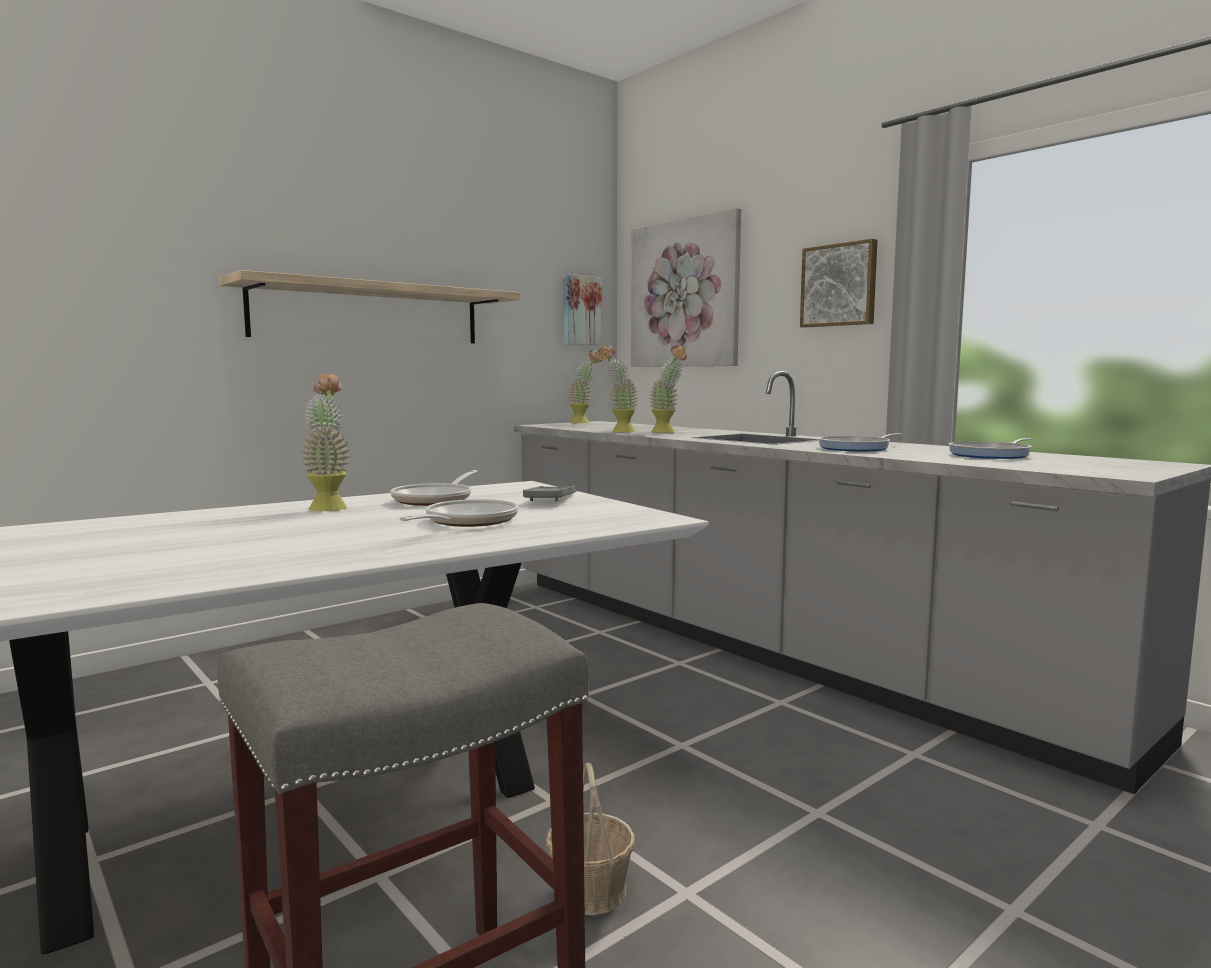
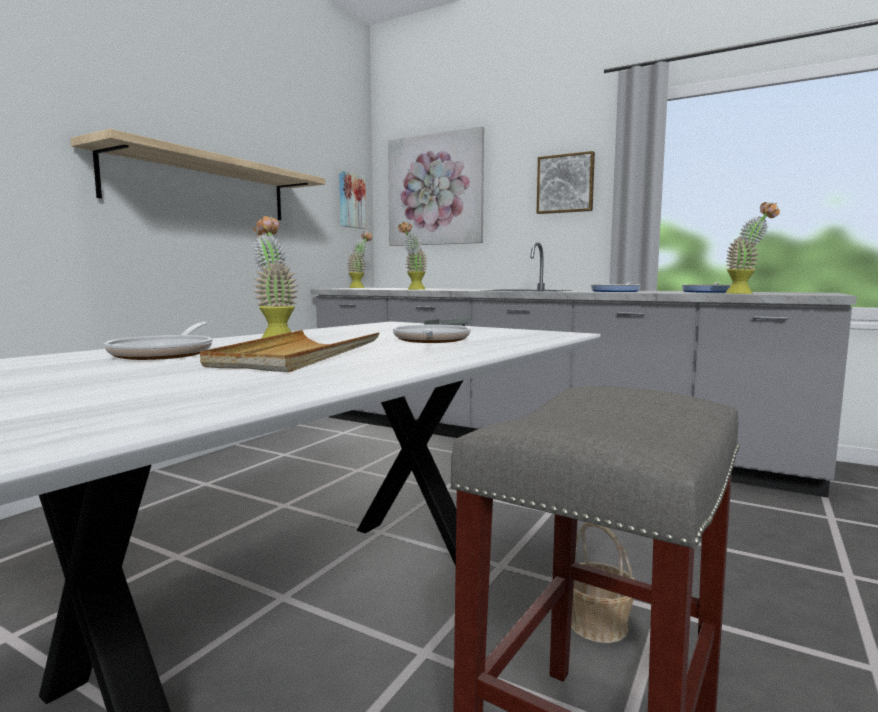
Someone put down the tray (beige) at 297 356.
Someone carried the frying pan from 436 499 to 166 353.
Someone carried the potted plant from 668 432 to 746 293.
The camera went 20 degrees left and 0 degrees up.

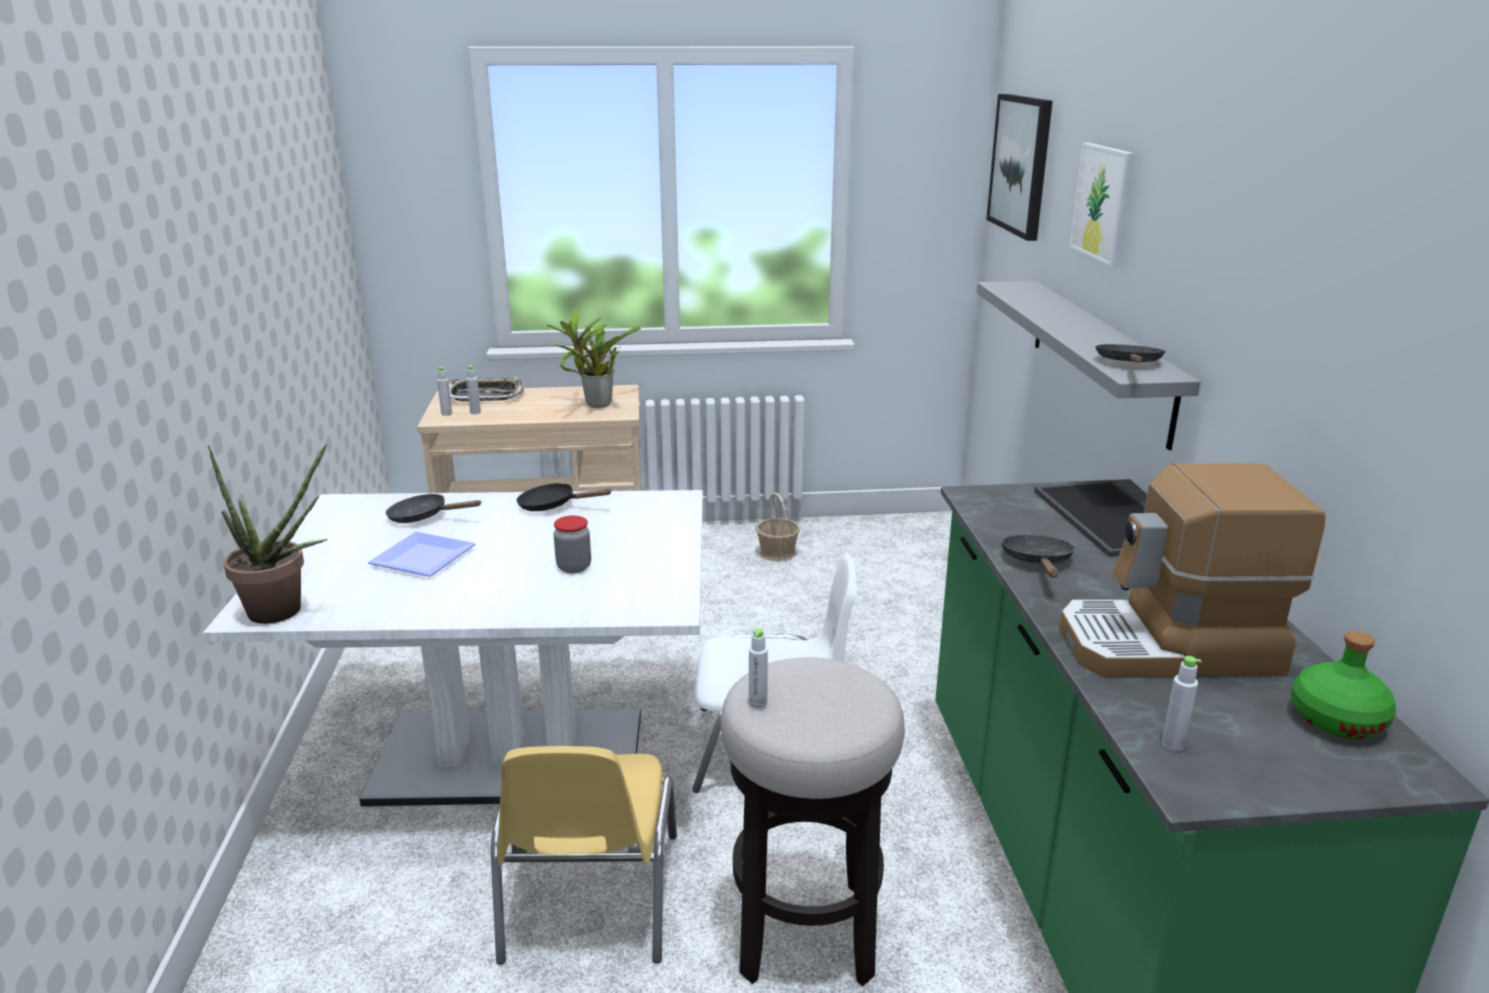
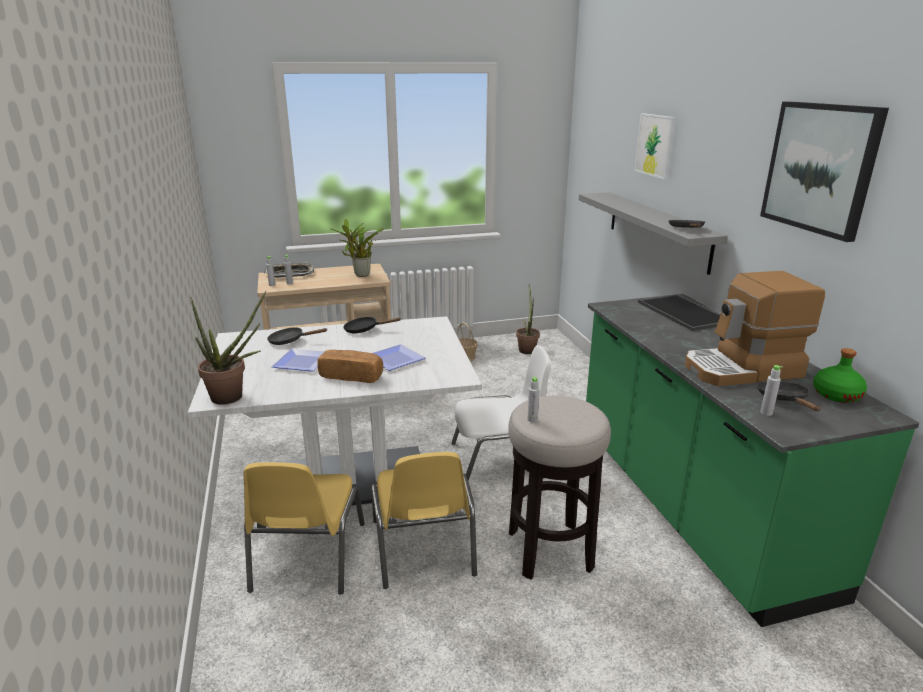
Someone put down the chair (yellow) at 307 557.
Someone put down the bread at 351 376.
Someone put down the potted plant at 527 349.
Someone carried the picture from 1021 164 to 820 168.
Someone carried the frying pan (black) from 1038 562 to 784 399.
Someone swapped the jar at 574 567 for the plate at 395 360.
The camera went 10 degrees left and 0 degrees up.

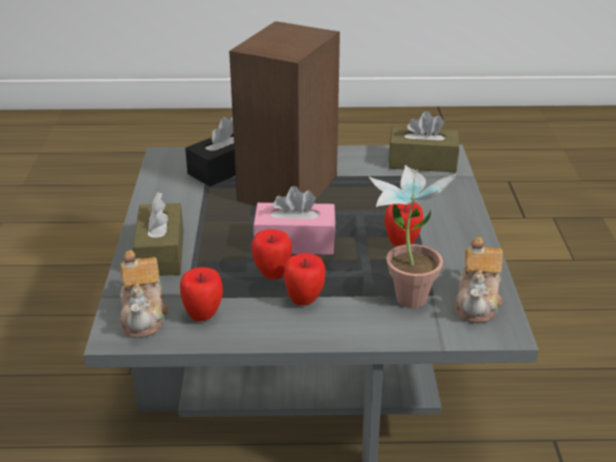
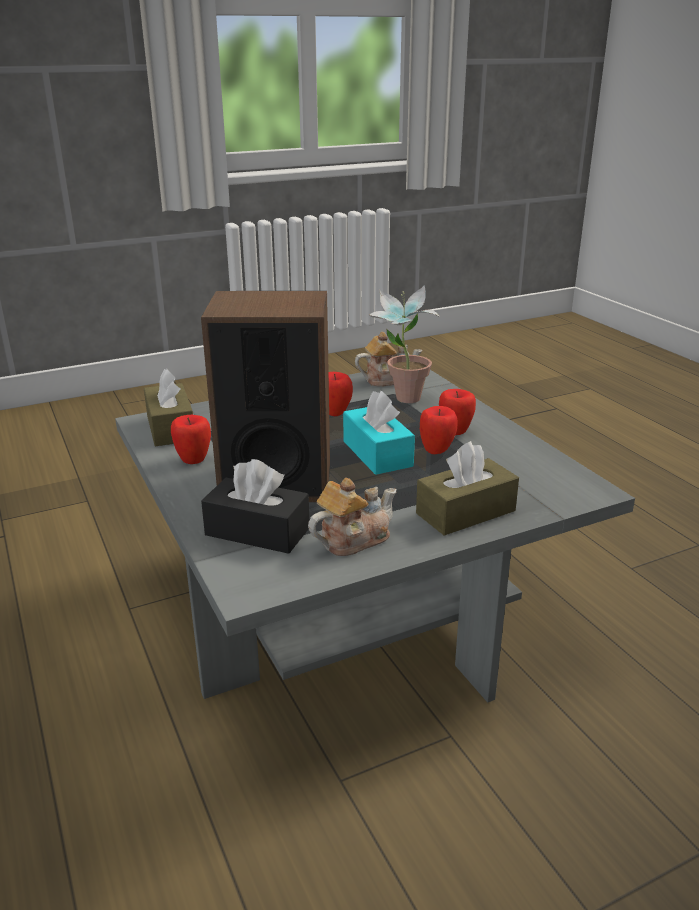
Someone carried the teapot from 144 315 to 352 539.
Someone carried the apple from 203 316 to 193 460.
Someone repainted the tissue box (pink) at 295 242, which became the tissue box (turquoise) at 377 453.
The camera went 115 degrees left and 5 degrees down.

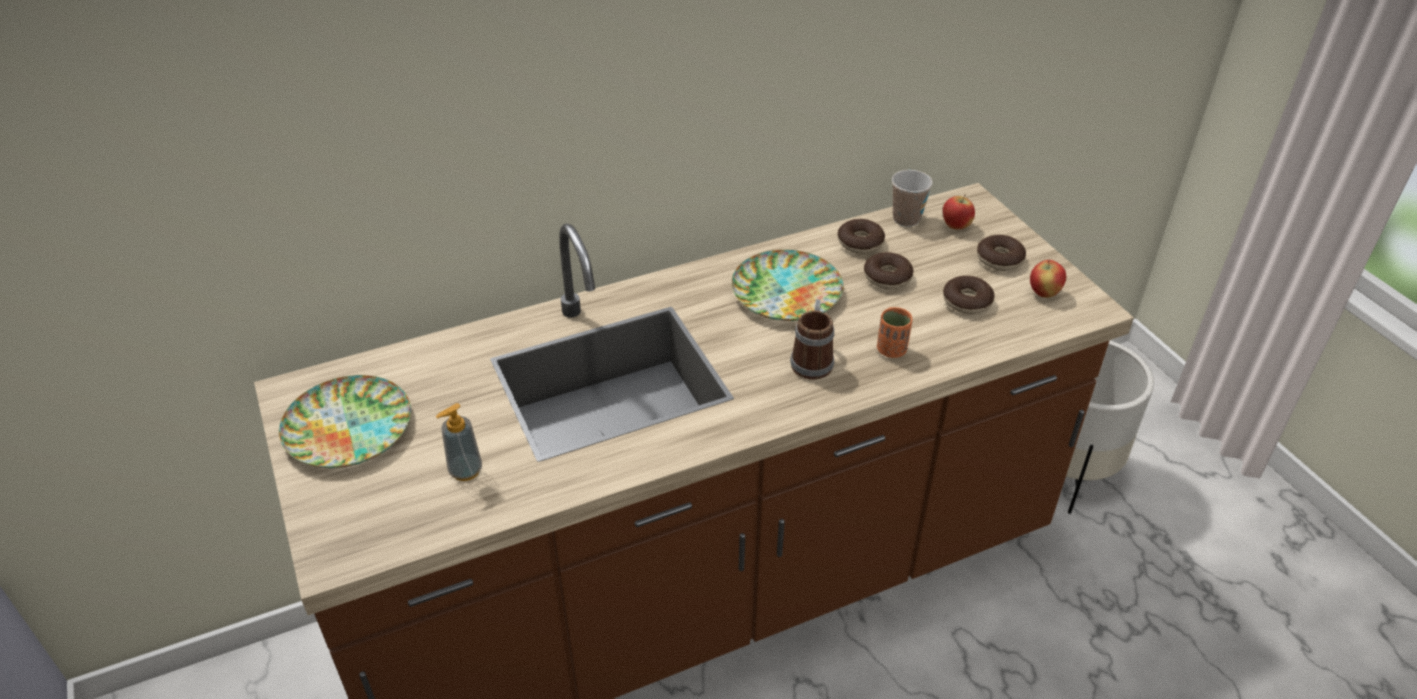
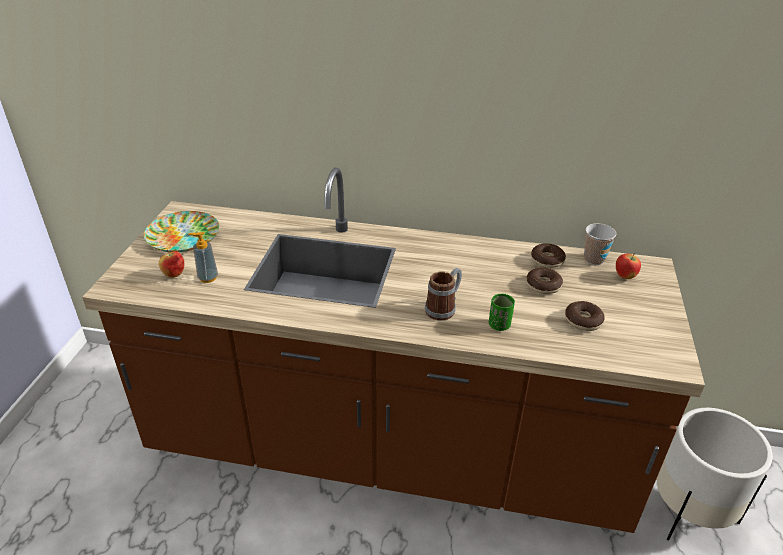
Someone took away the plate at 785 292.
Someone took away the donut at 999 259.
Someone carried the apple from 1044 293 to 174 275.
Someone repainted the cup (orange) at 891 350, which became the cup (green) at 499 325.
The camera went 35 degrees right and 5 degrees down.

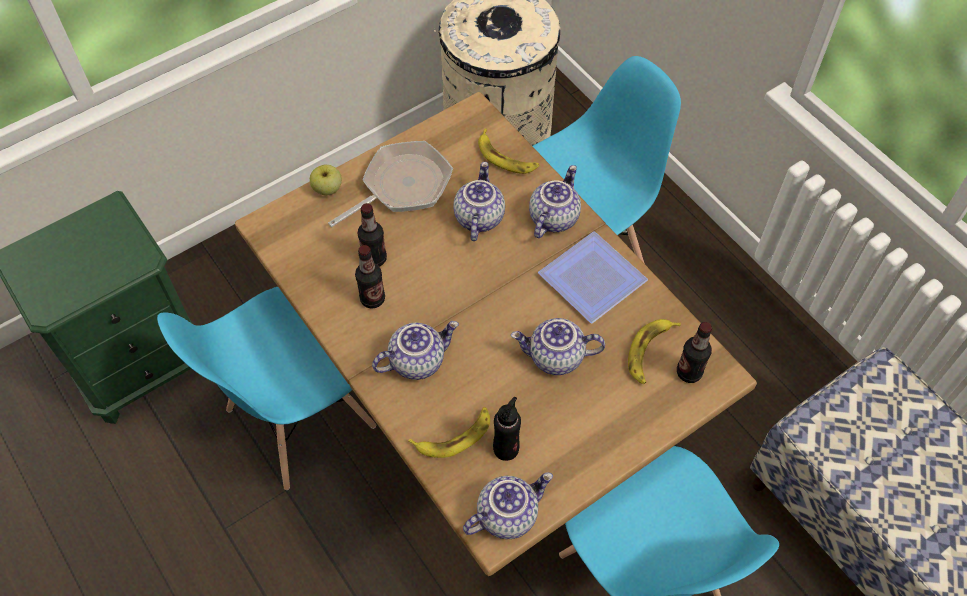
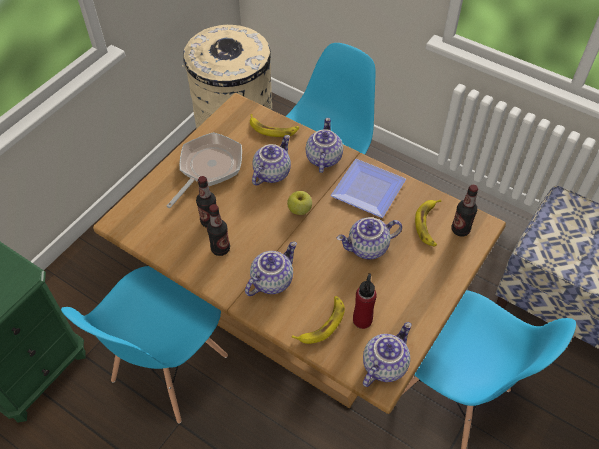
Someone carried the apple from 327 189 to 300 210.
Someone repainted the bottle (black) at 506 448, which became the bottle (red) at 362 320.
Someone rotated the teapot at 478 217 by 45 degrees clockwise.
The camera went 20 degrees left and 5 degrees down.

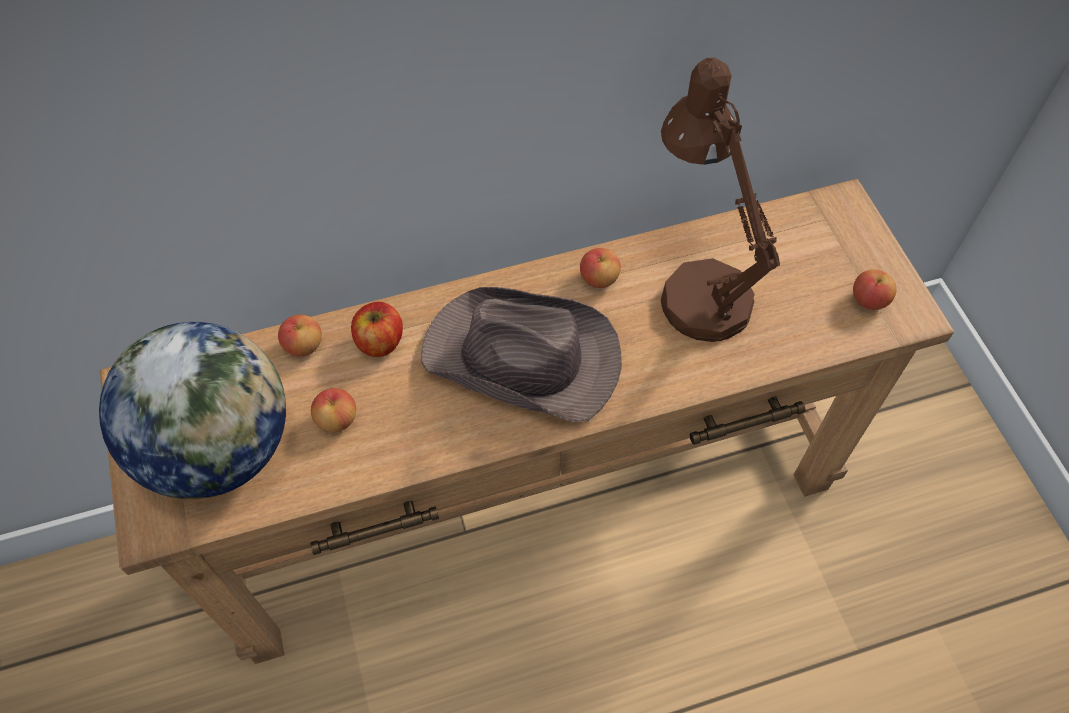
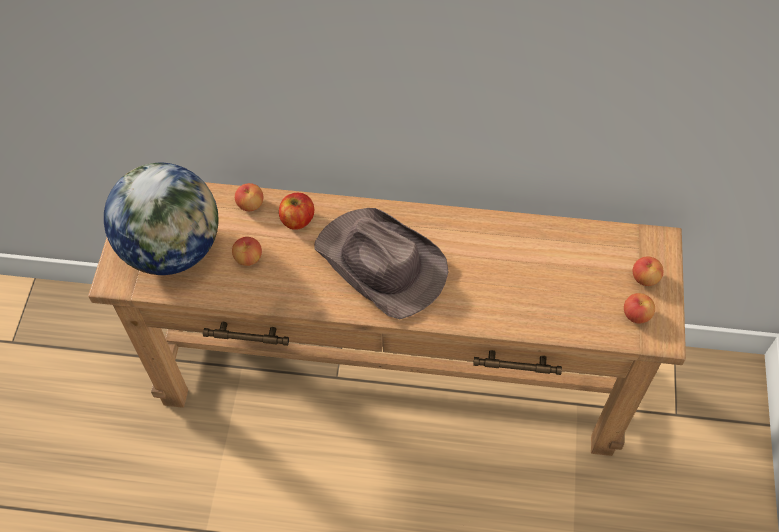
Someone took away the table lamp (brown) at 697 287.
Someone carried the apple from 599 278 to 644 278.
The camera went 25 degrees right and 0 degrees up.

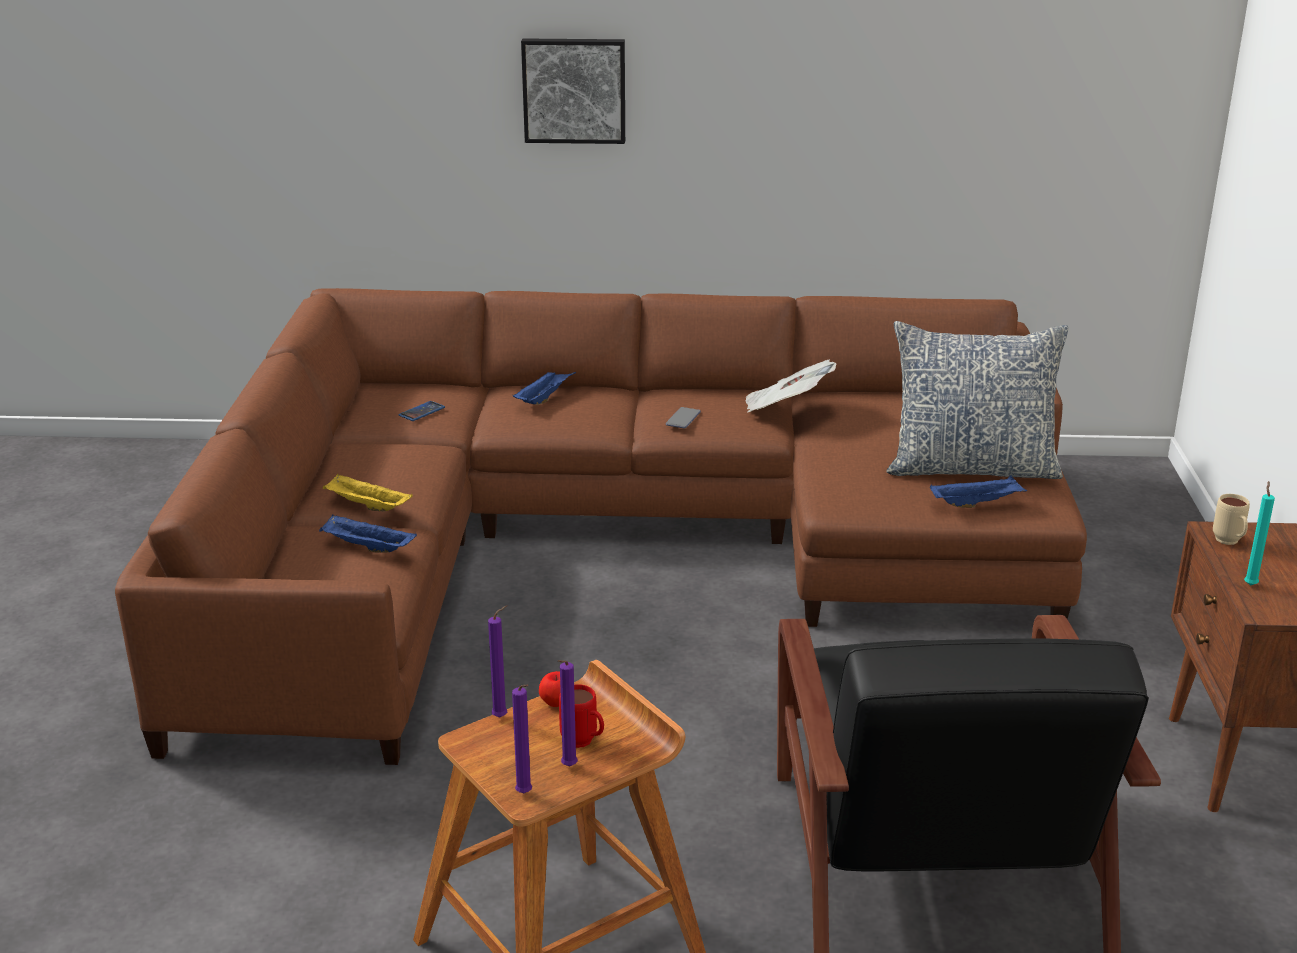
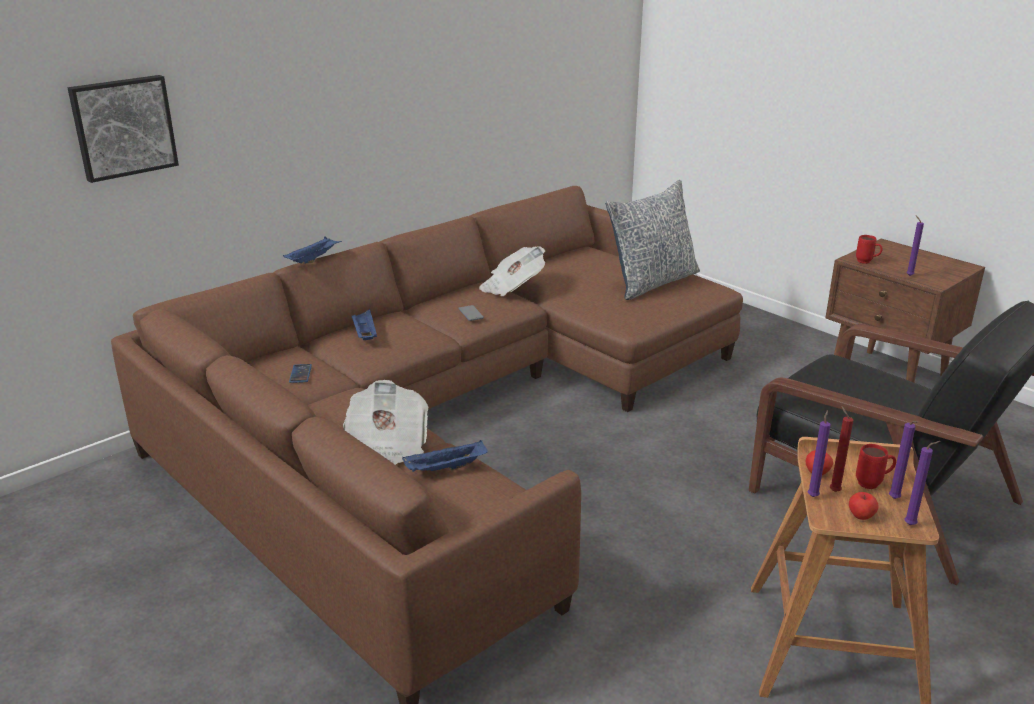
Someone put down the candle (red) at 833 490.
Someone put down the apple at 861 516.
Someone carried the picture from 574 90 to 123 127.
Someone carried the tray (blue) from 977 503 to 313 259.
Someone swapped the tray (yellow) at 366 506 for the newspaper at 387 446.
Someone repainted the mug (beige) at 1229 543, which became the mug (red) at 867 262.
Someone repainted the candle (turquoise) at 1250 584, which became the candle (purple) at 908 275.
The camera went 45 degrees left and 0 degrees up.

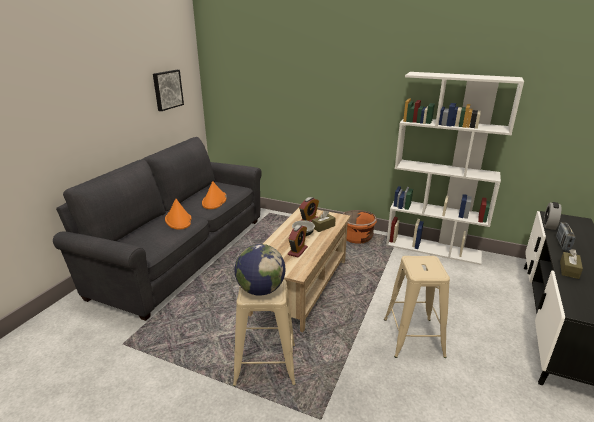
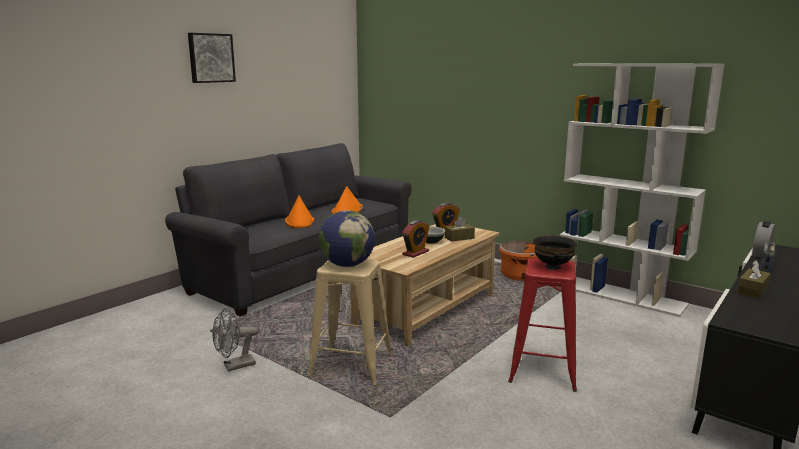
Someone put down the fan (grey) at 235 366.
Someone put down the bowl (black) at 553 267.
Someone carried the picture from 167 89 to 211 58.
Someone repainted the stool (beige) at 413 337, which became the stool (red) at 543 368.
The camera went 15 degrees right and 10 degrees down.

